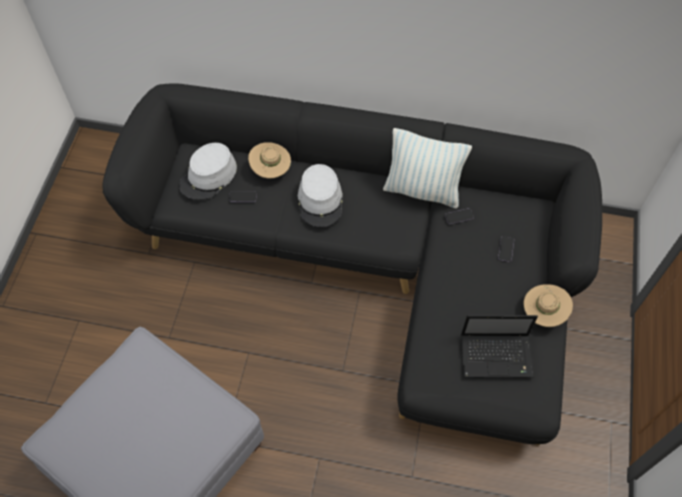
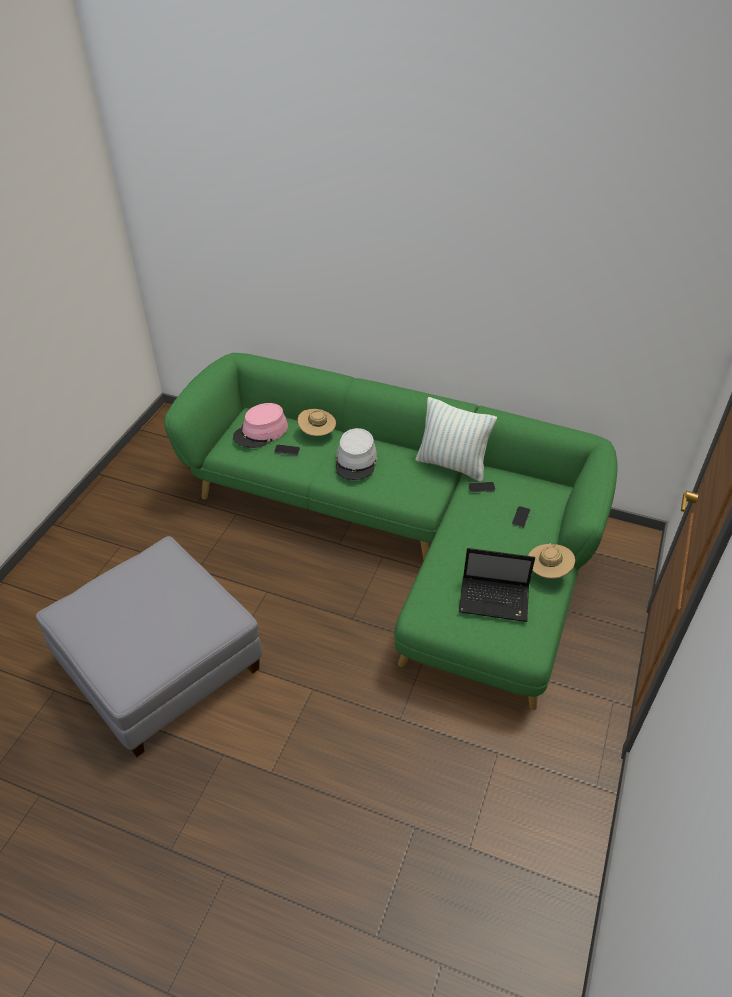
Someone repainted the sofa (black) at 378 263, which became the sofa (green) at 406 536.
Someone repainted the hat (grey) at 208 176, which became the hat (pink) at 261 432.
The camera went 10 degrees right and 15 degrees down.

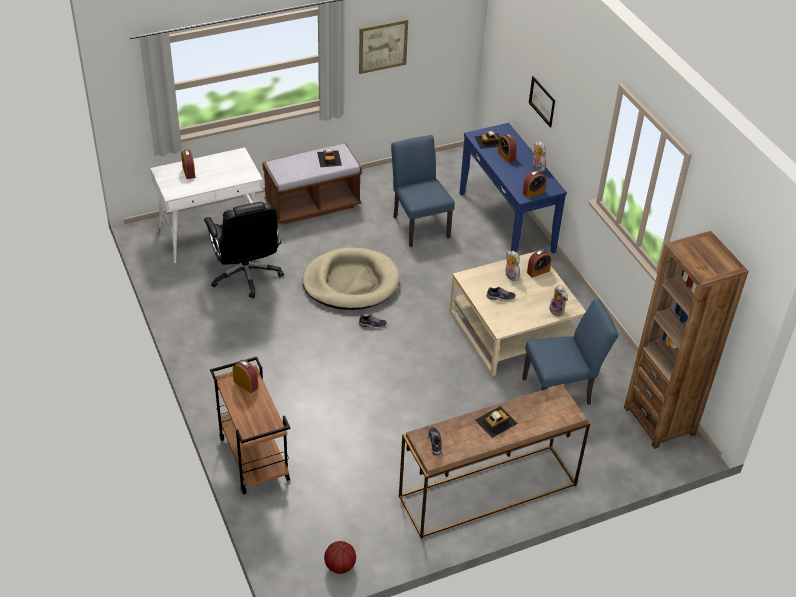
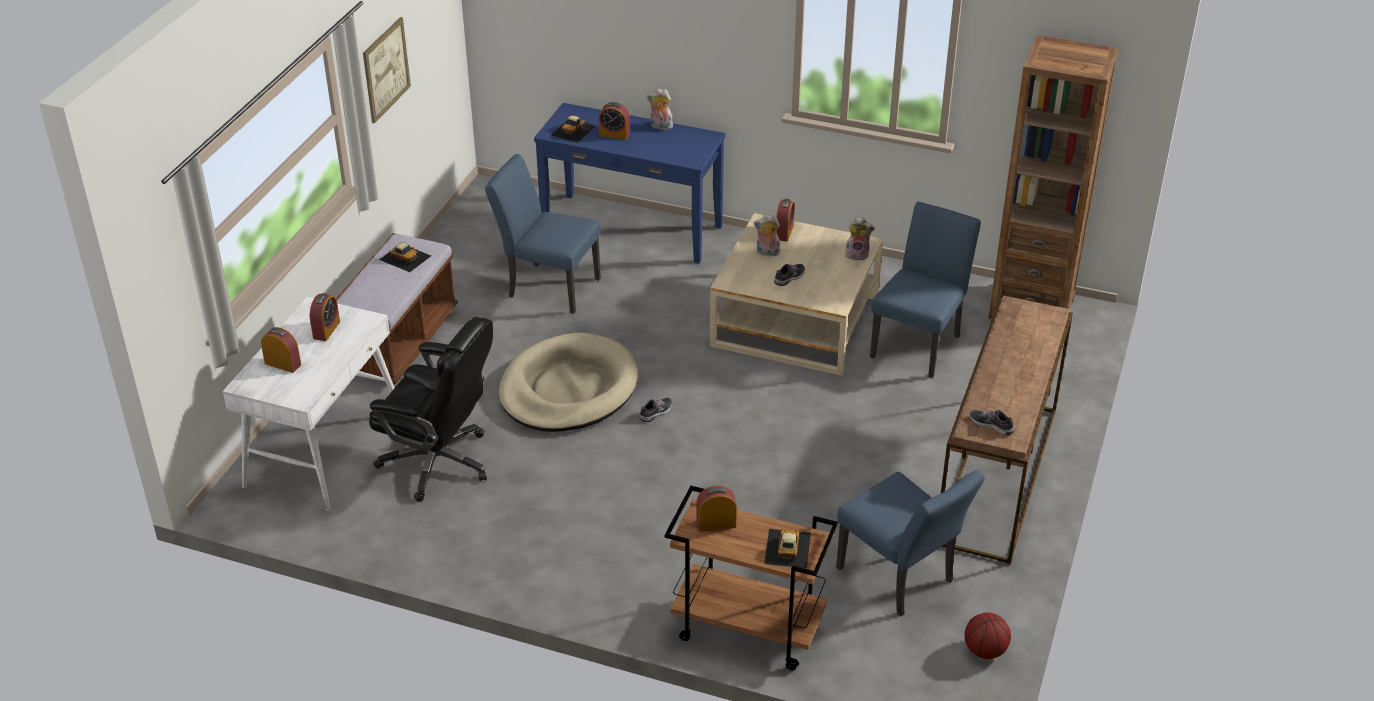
Someone took away the picture at 542 101.
Someone put down the chair (blue) at 901 579.
Someone carried the toy car from 495 421 to 787 548.
Someone carried the alarm clock from 533 193 to 326 330.
The camera went 45 degrees left and 5 degrees down.

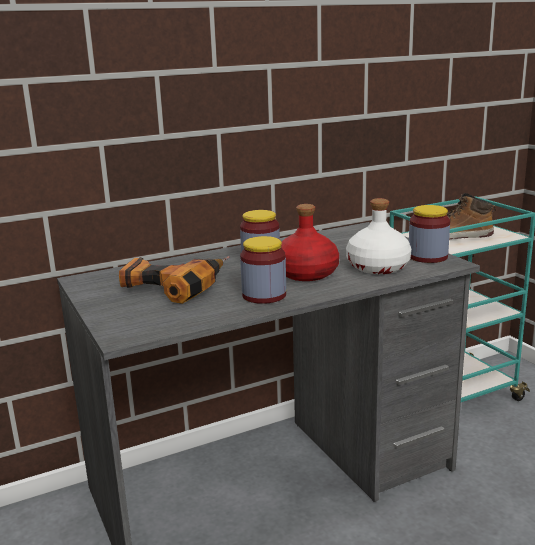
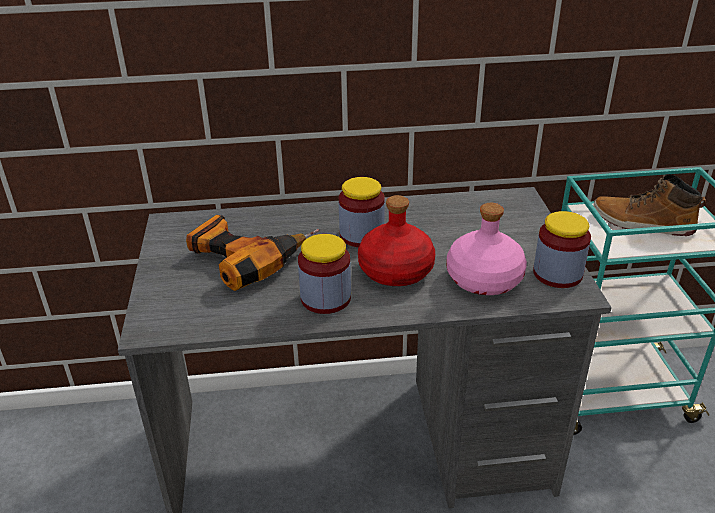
Someone repainted the bottle (white) at 377 267, which became the bottle (pink) at 483 279.
The camera went 20 degrees right and 15 degrees up.

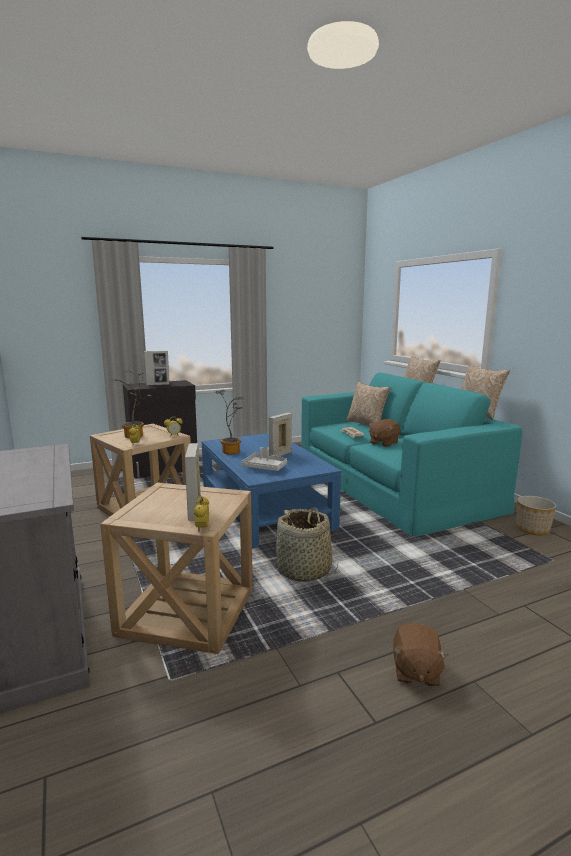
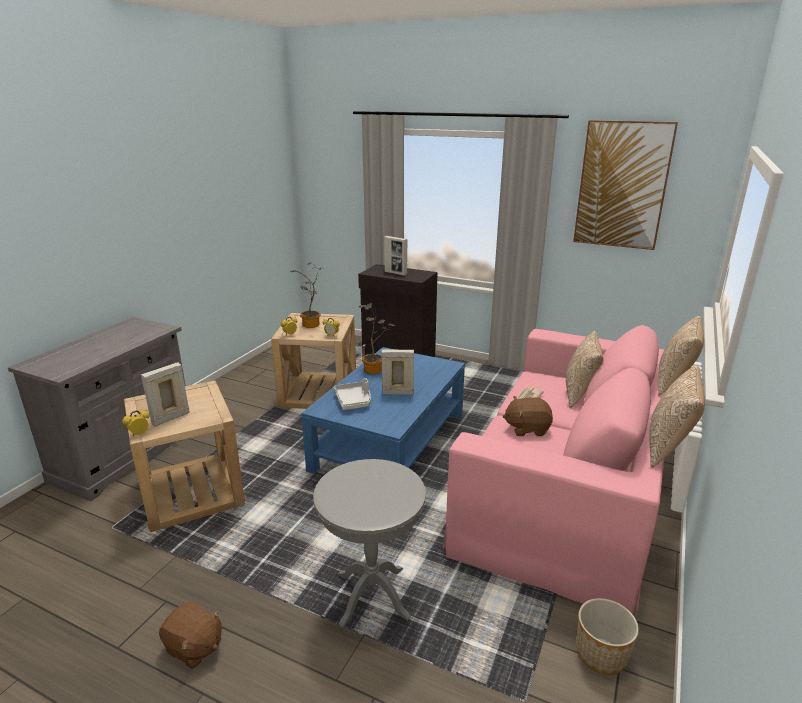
Someone took away the basket at 304 570.
Someone put down the side table (grey) at 372 595.
Someone put up the picture at 622 185.
Someone repainted the sofa (turquoise) at 393 484, which became the sofa (pink) at 566 487.
Someone rotated the plush toy (brown) at 415 671 by 120 degrees counterclockwise.
The camera went 50 degrees right and 10 degrees up.

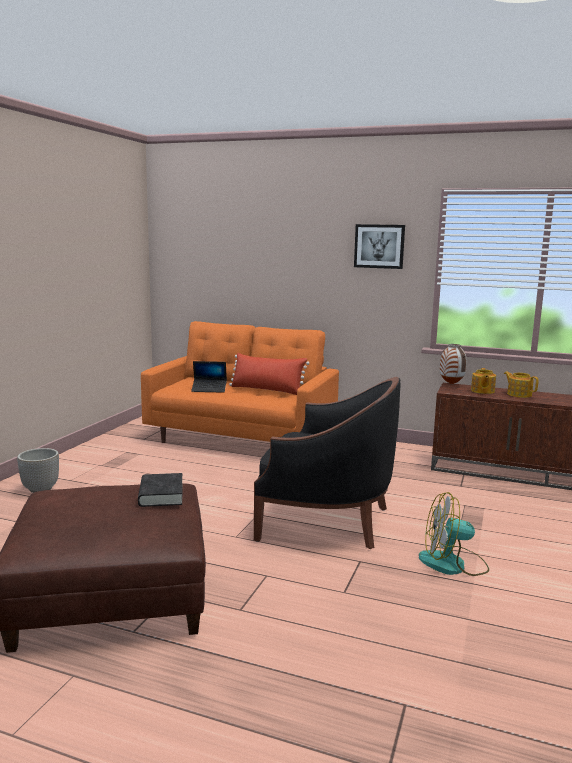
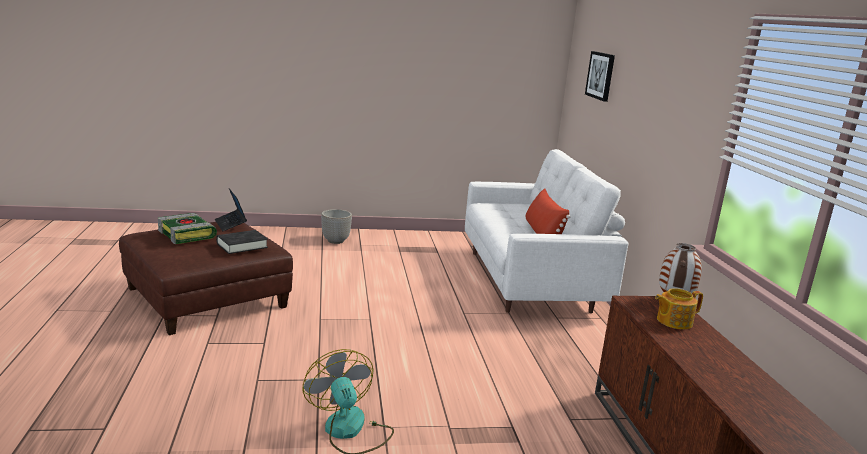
Someone took away the armchair (black) at 326 520.
Someone took away the teapot at 519 394.
Someone put down the book at 188 235.
Someone carried the laptop from 209 389 to 230 224.
Someone carried the picture from 379 246 to 601 75.
Someone repainted the sofa (orange) at 242 439, which became the sofa (white) at 529 281.
The camera went 60 degrees right and 5 degrees up.

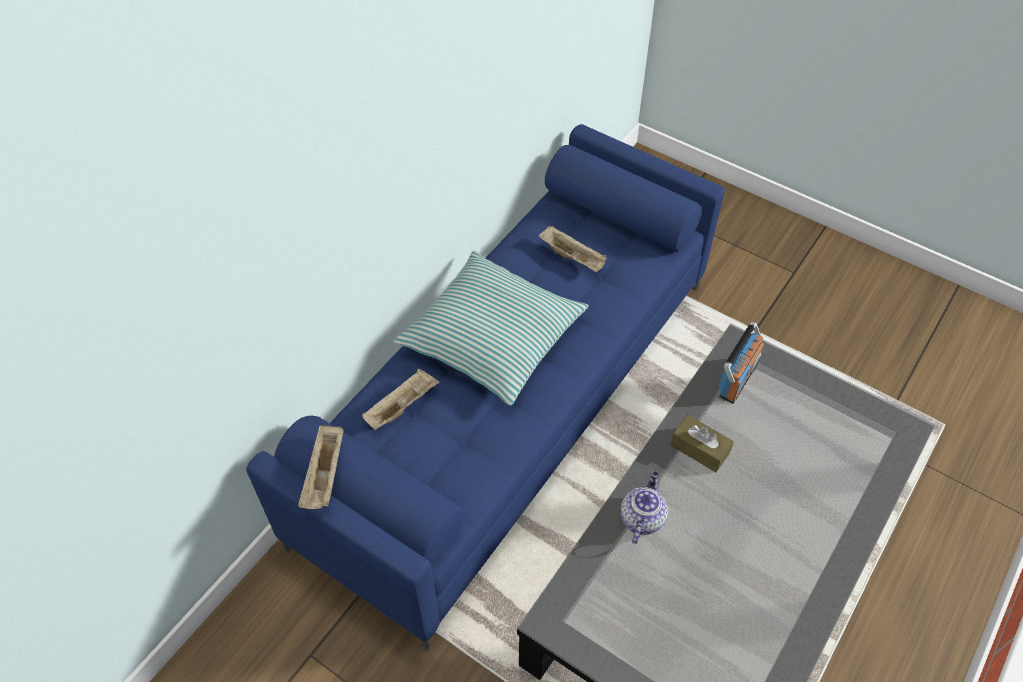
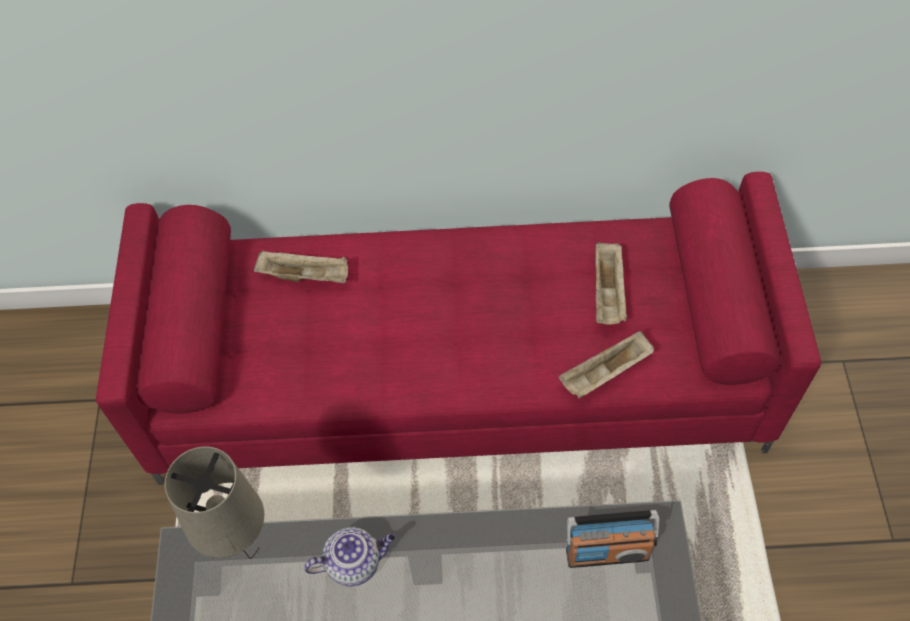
Someone took away the pillow at 492 337.
Someone took away the tissue box (brown) at 699 449.
Someone put down the table lamp (beige) at 252 565.
Someone carried the tray (beige) from 325 476 to 605 374.
Someone repainted the sofa (blue) at 511 405, which became the sofa (red) at 460 377.
The camera went 55 degrees right and 5 degrees up.

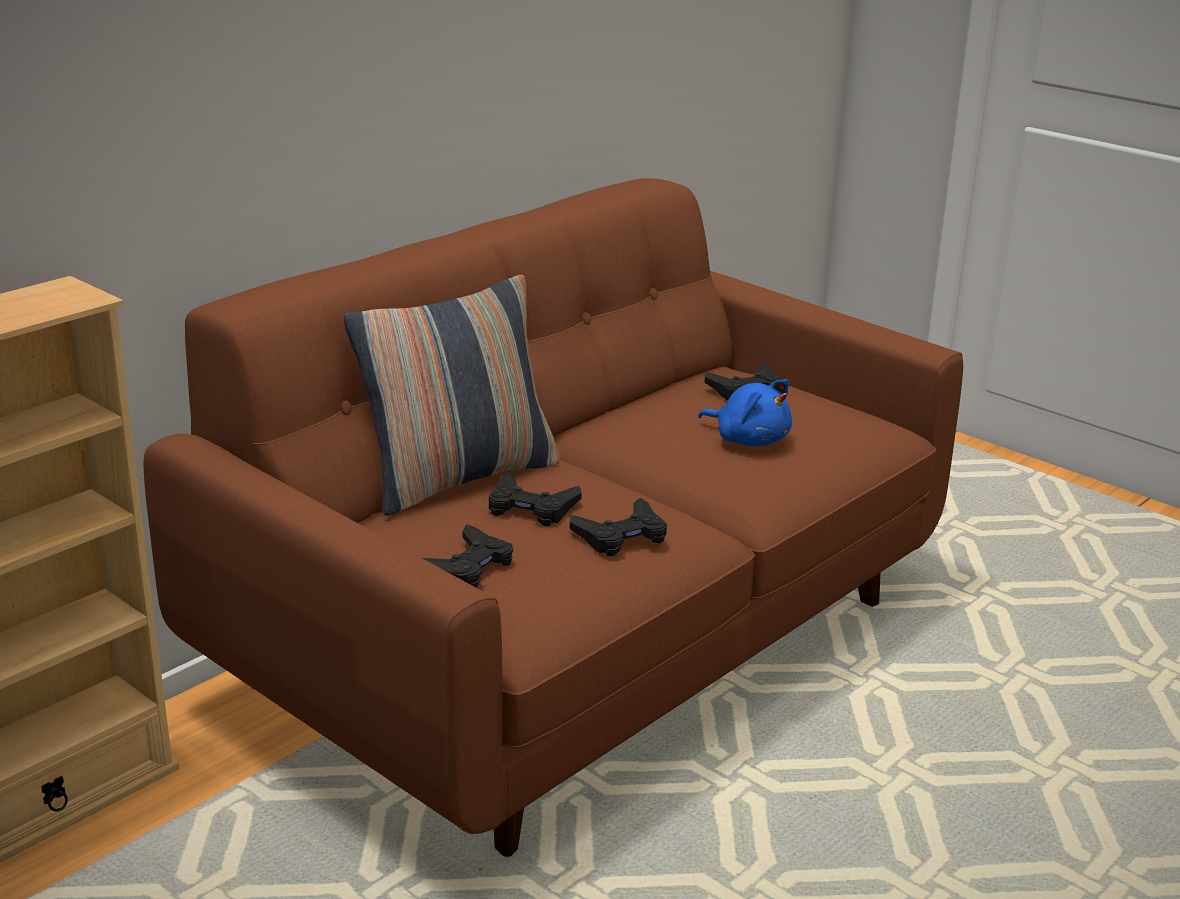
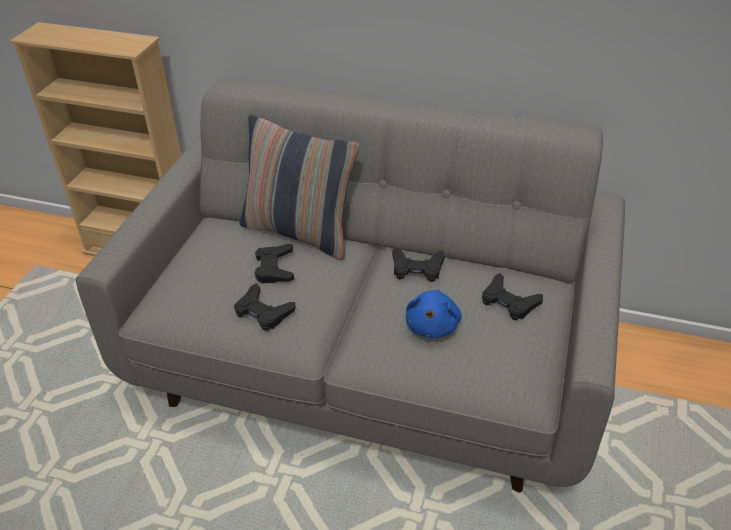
Someone carried the game controller (black) from 467 567 to 417 268.
Someone repainted the sofa (brown) at 584 644, which became the sofa (grey) at 368 364.
The camera went 65 degrees right and 15 degrees up.

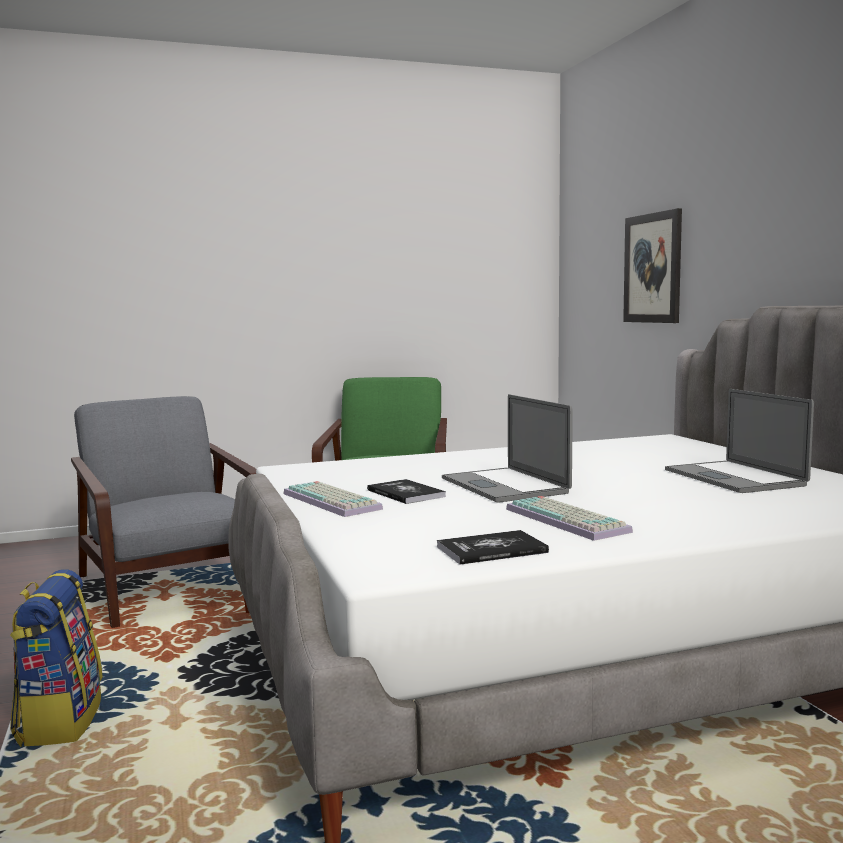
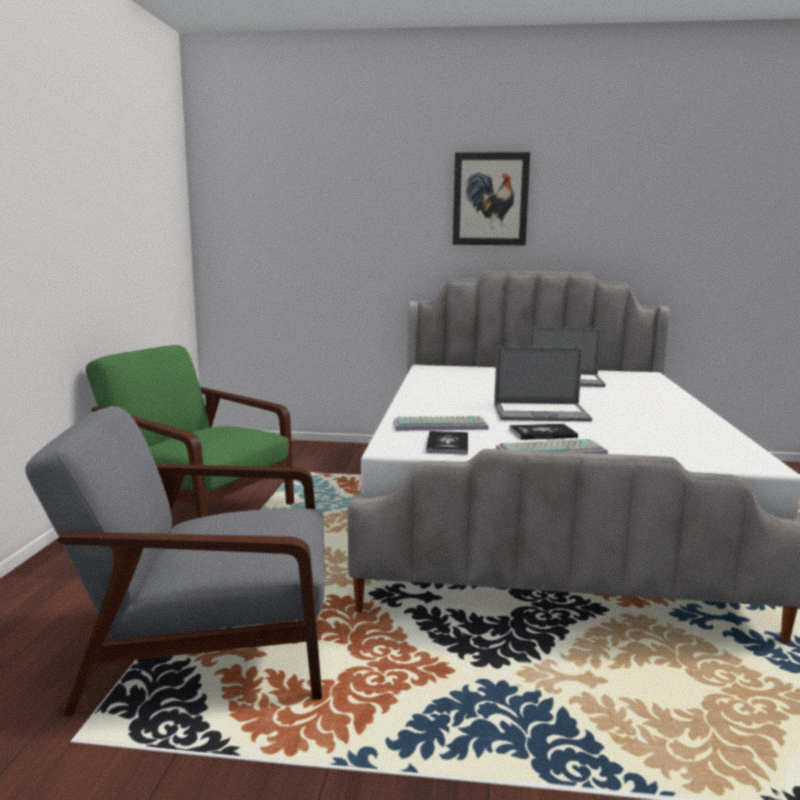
Someone took away the backpack at 59 721.
Someone carried the book from 491 550 to 447 444.
Someone carried the keyboard from 569 520 to 441 425.
Someone carried the picture from 653 268 to 490 199.
The camera went 65 degrees left and 5 degrees up.

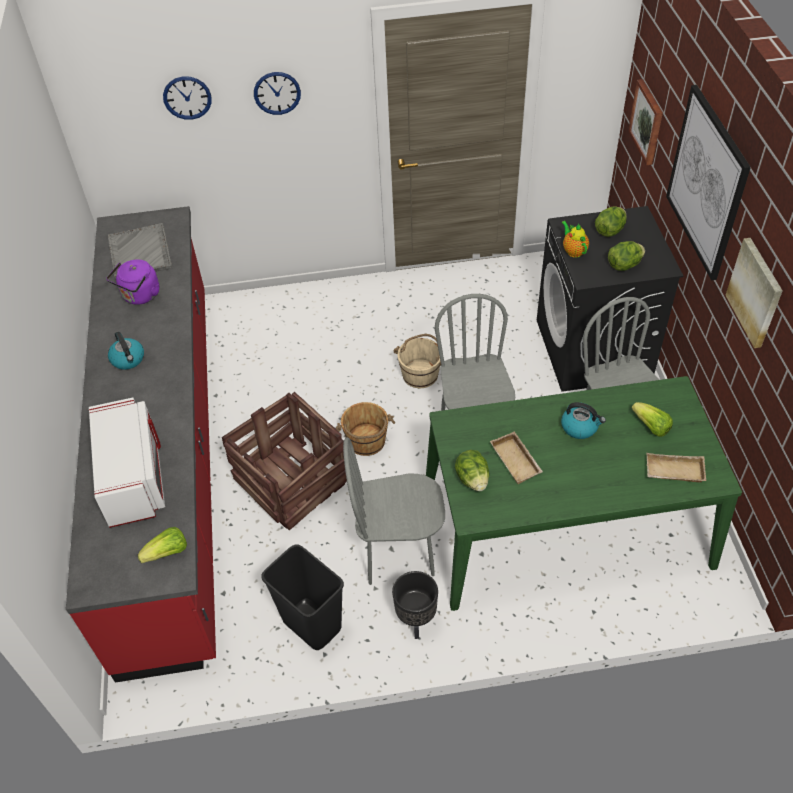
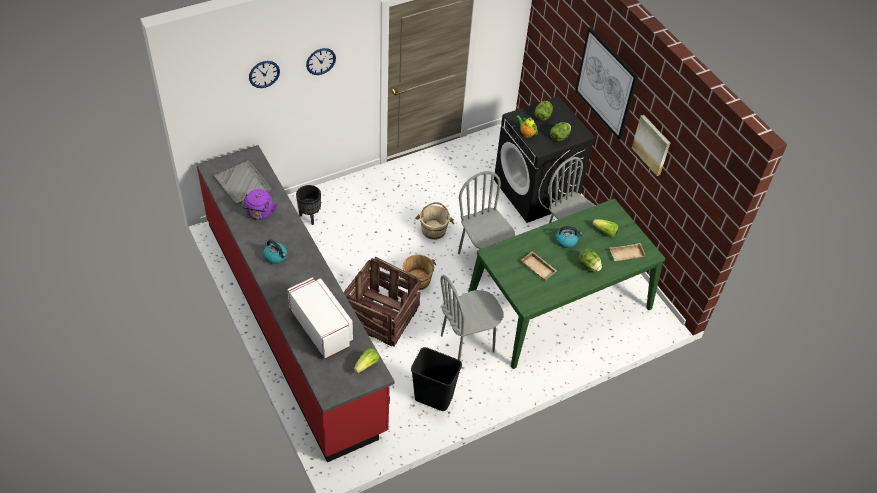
Someone took away the picture at 647 122.
Someone carried the planter (black) from 416 621 to 310 217.
Someone carried the lettuce from 472 479 to 589 266.
The camera went 25 degrees left and 0 degrees up.

